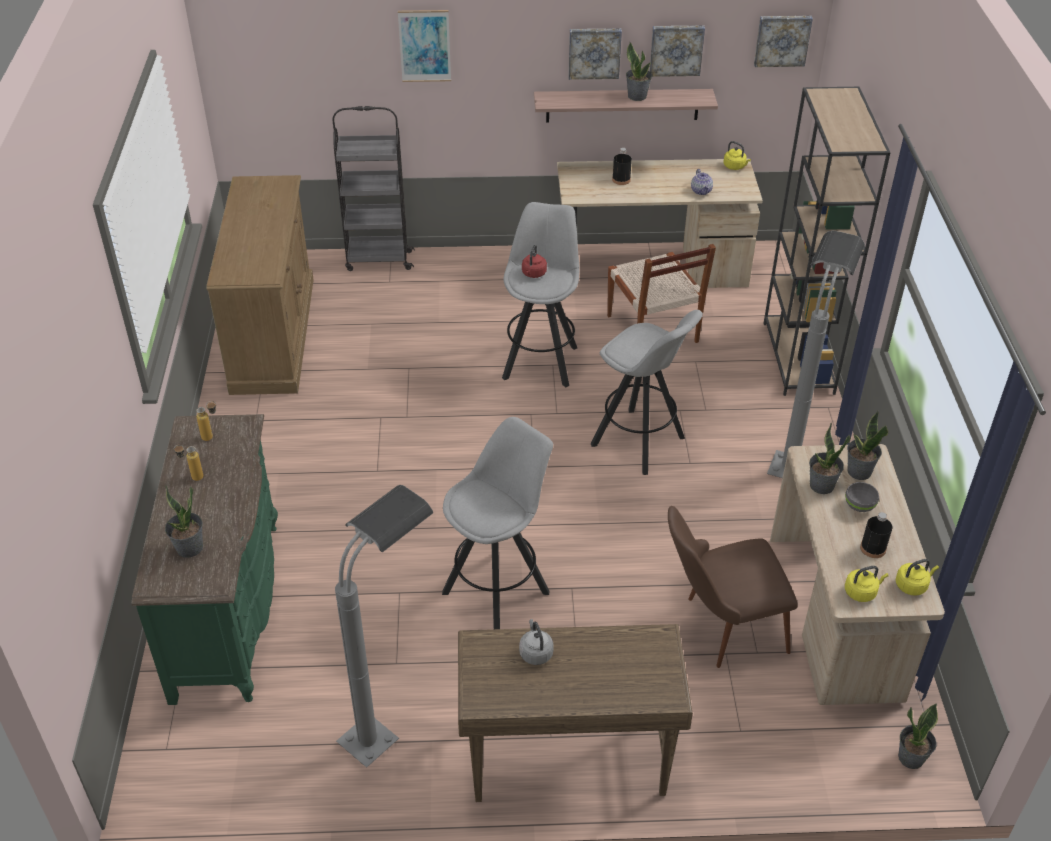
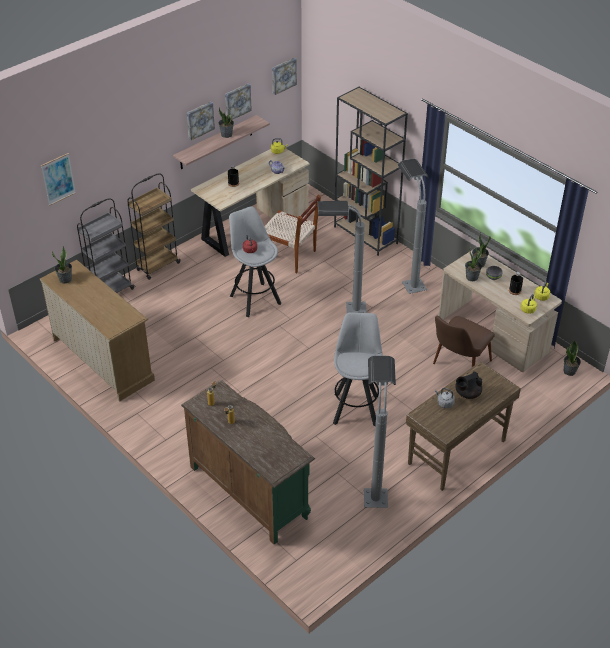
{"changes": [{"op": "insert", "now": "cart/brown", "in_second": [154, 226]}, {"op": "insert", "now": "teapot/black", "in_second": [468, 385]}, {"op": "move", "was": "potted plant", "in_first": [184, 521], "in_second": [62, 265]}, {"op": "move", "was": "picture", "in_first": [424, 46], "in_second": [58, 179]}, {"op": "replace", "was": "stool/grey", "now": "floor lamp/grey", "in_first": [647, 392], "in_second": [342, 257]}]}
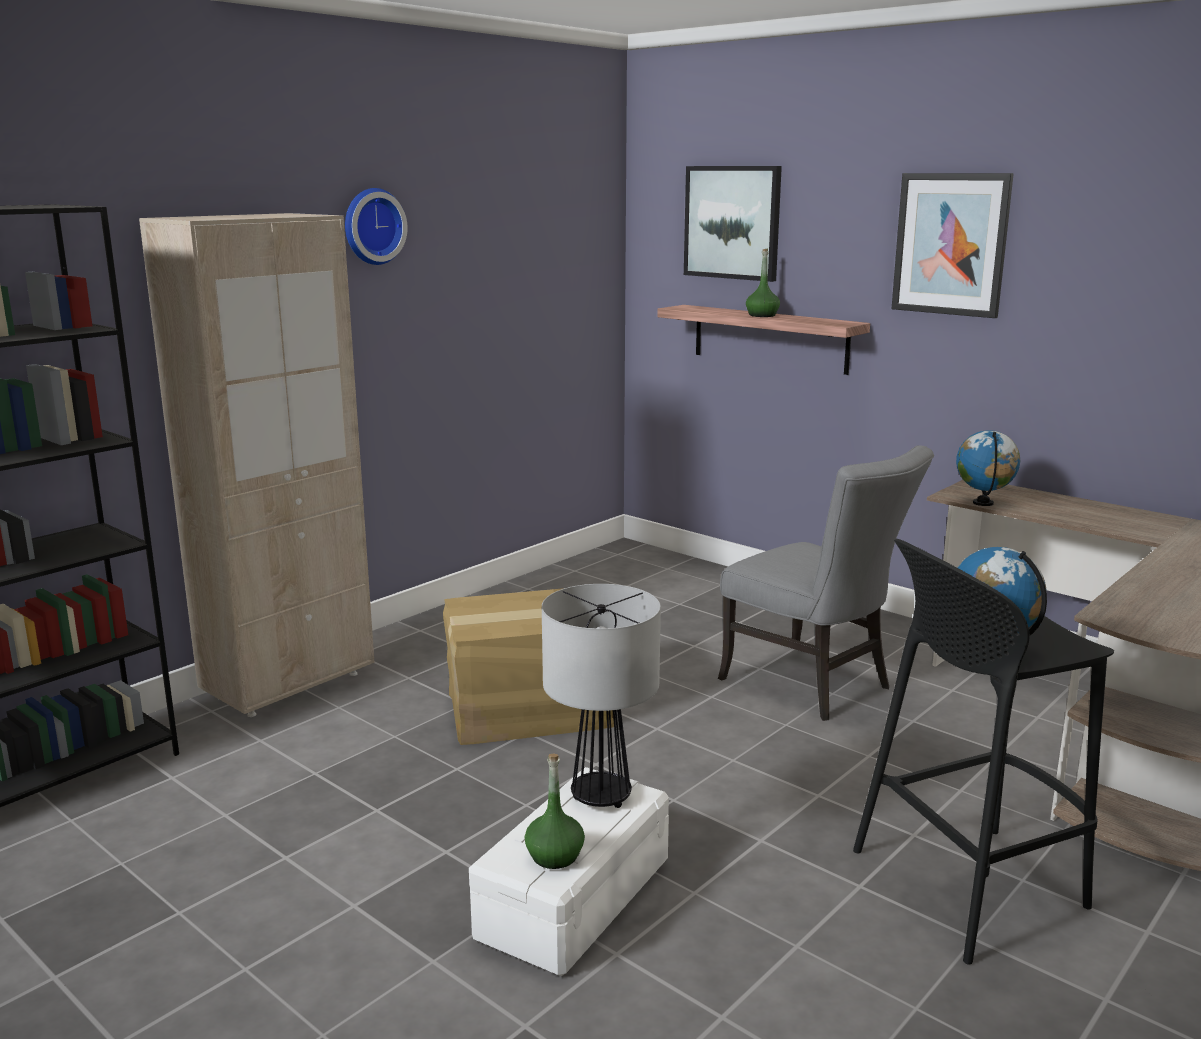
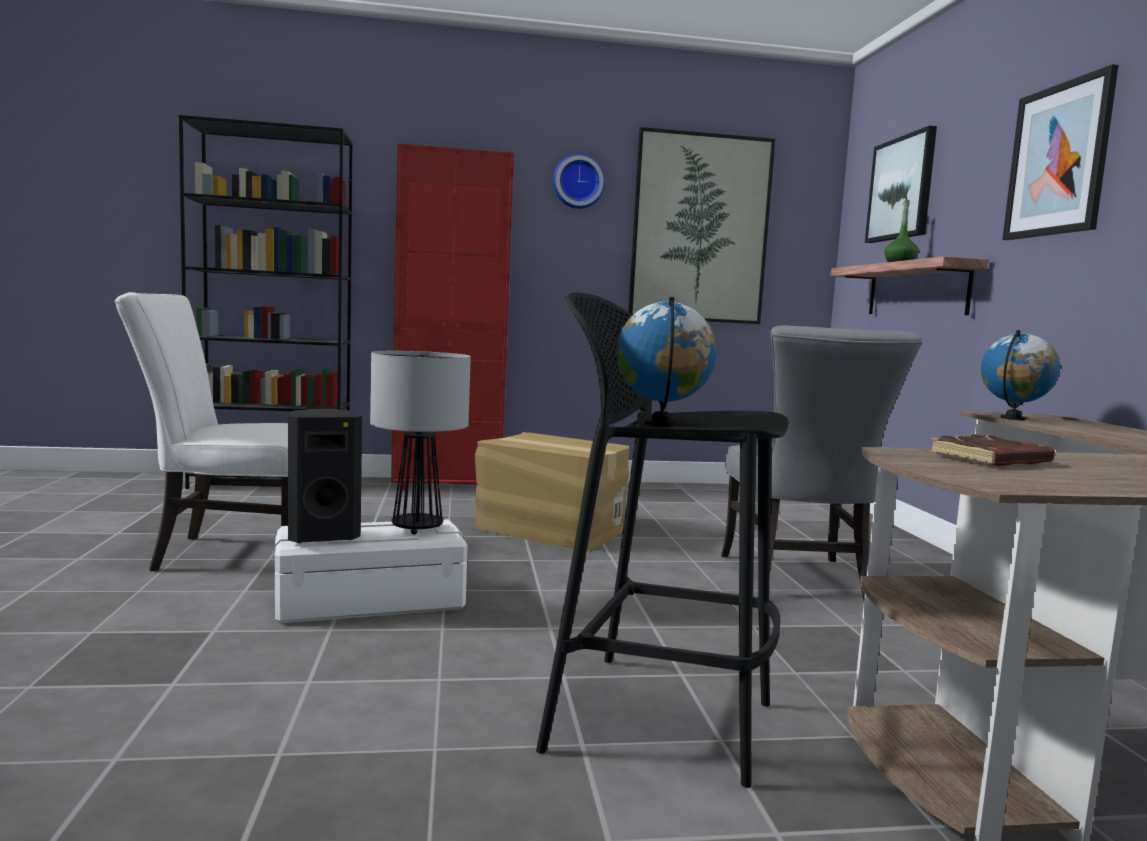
{"changes": [{"op": "insert", "now": "chair/white", "in_second": [201, 431]}, {"op": "insert", "now": "picture", "in_second": [701, 225]}, {"op": "insert", "now": "book/brown", "in_second": [992, 450]}, {"op": "replace", "was": "bottle/green", "now": "speaker/black", "in_first": [555, 811], "in_second": [325, 476]}, {"op": "recolor", "was": "cabinet/beige", "now": "cabinet/red", "in_first": [257, 465], "in_second": [452, 317]}]}
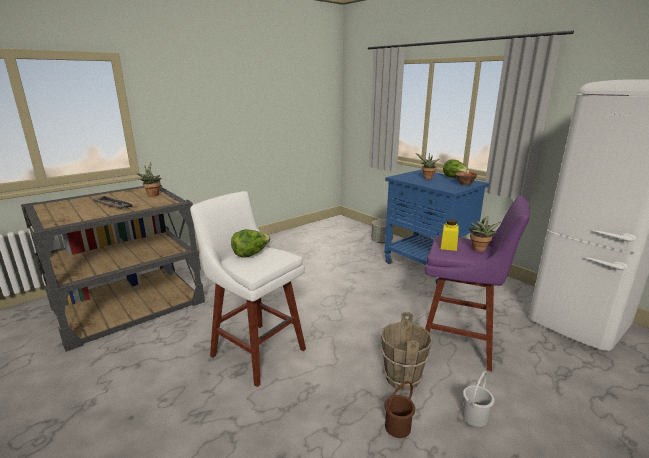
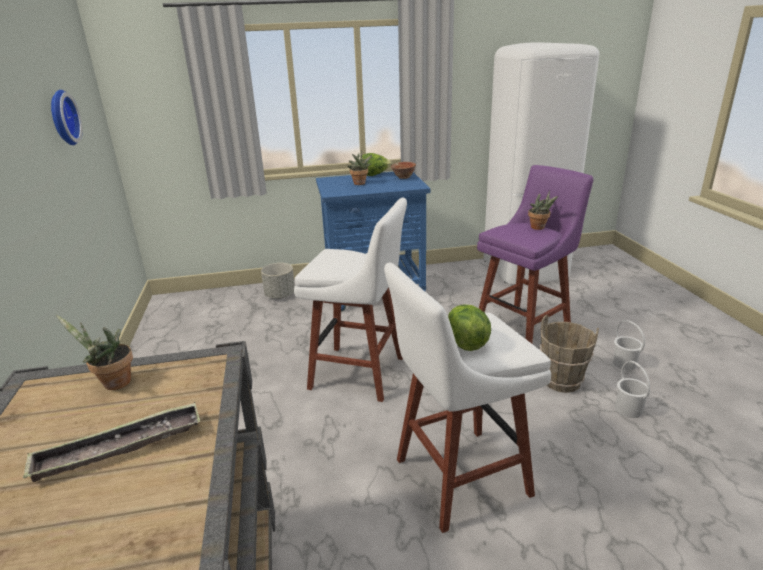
{"changes": [{"op": "delete", "was": "jar/yellow", "in_first": [450, 235]}, {"op": "insert", "now": "wall clock", "in_second": [66, 117]}, {"op": "insert", "now": "stool/white", "in_second": [350, 300]}, {"op": "recolor", "was": "bucket/brown", "now": "bucket/white", "in_first": [399, 409], "in_second": [632, 389]}]}
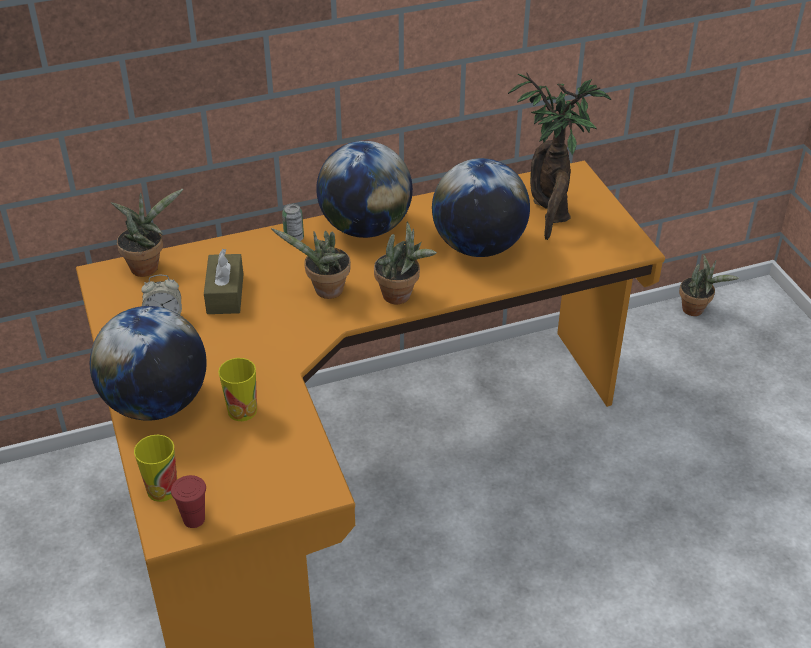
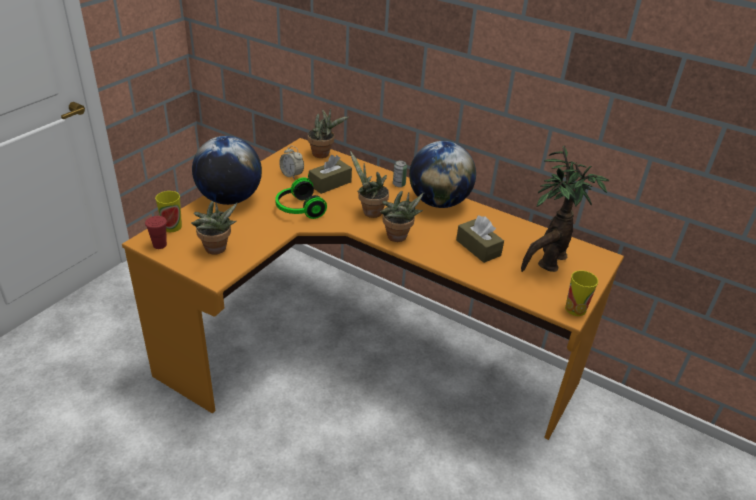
{"changes": [{"op": "insert", "now": "headphones", "in_second": [301, 196]}, {"op": "move", "was": "cup", "in_first": [237, 389], "in_second": [581, 293]}, {"op": "move", "was": "potted plant", "in_first": [709, 285], "in_second": [214, 228]}, {"op": "replace", "was": "globe", "now": "tissue box/brown", "in_first": [481, 207], "in_second": [480, 239]}]}
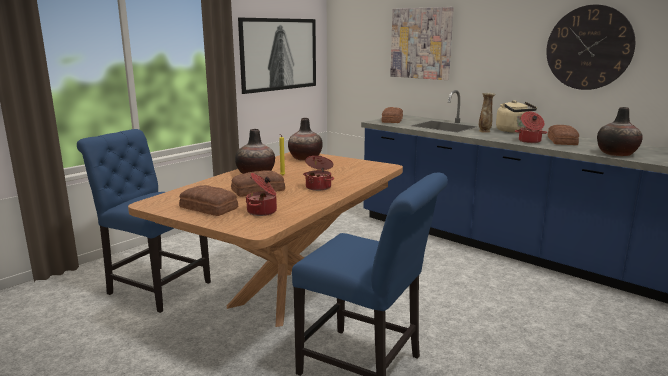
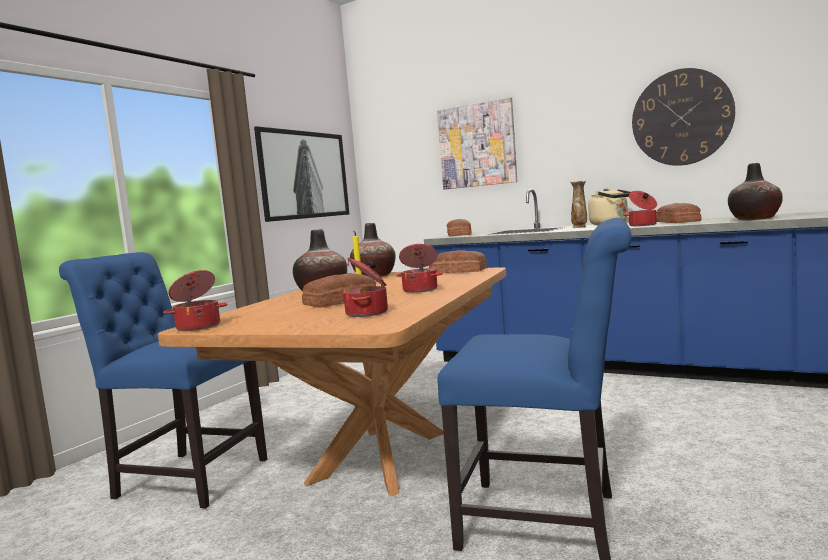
{"changes": [{"op": "insert", "now": "cooking pot", "in_second": [195, 300]}, {"op": "move", "was": "bread", "in_first": [208, 200], "in_second": [458, 261]}]}
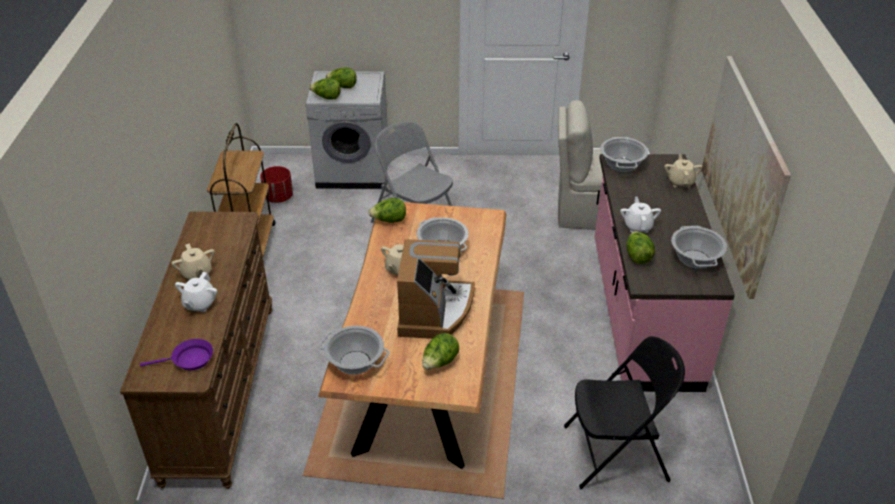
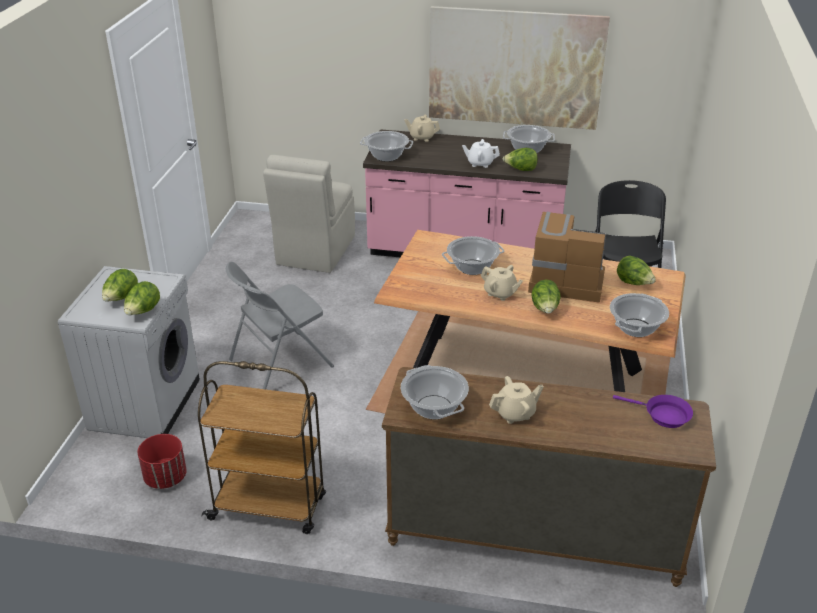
{"changes": [{"op": "delete", "was": "teapot/white", "in_first": [196, 292]}, {"op": "insert", "now": "cooking pot", "in_second": [435, 392]}, {"op": "move", "was": "lettuce", "in_first": [387, 210], "in_second": [546, 296]}, {"op": "rotate", "was": "frying pan/purple", "in_first": [176, 354], "in_second": [653, 411], "clockwise": 120}]}
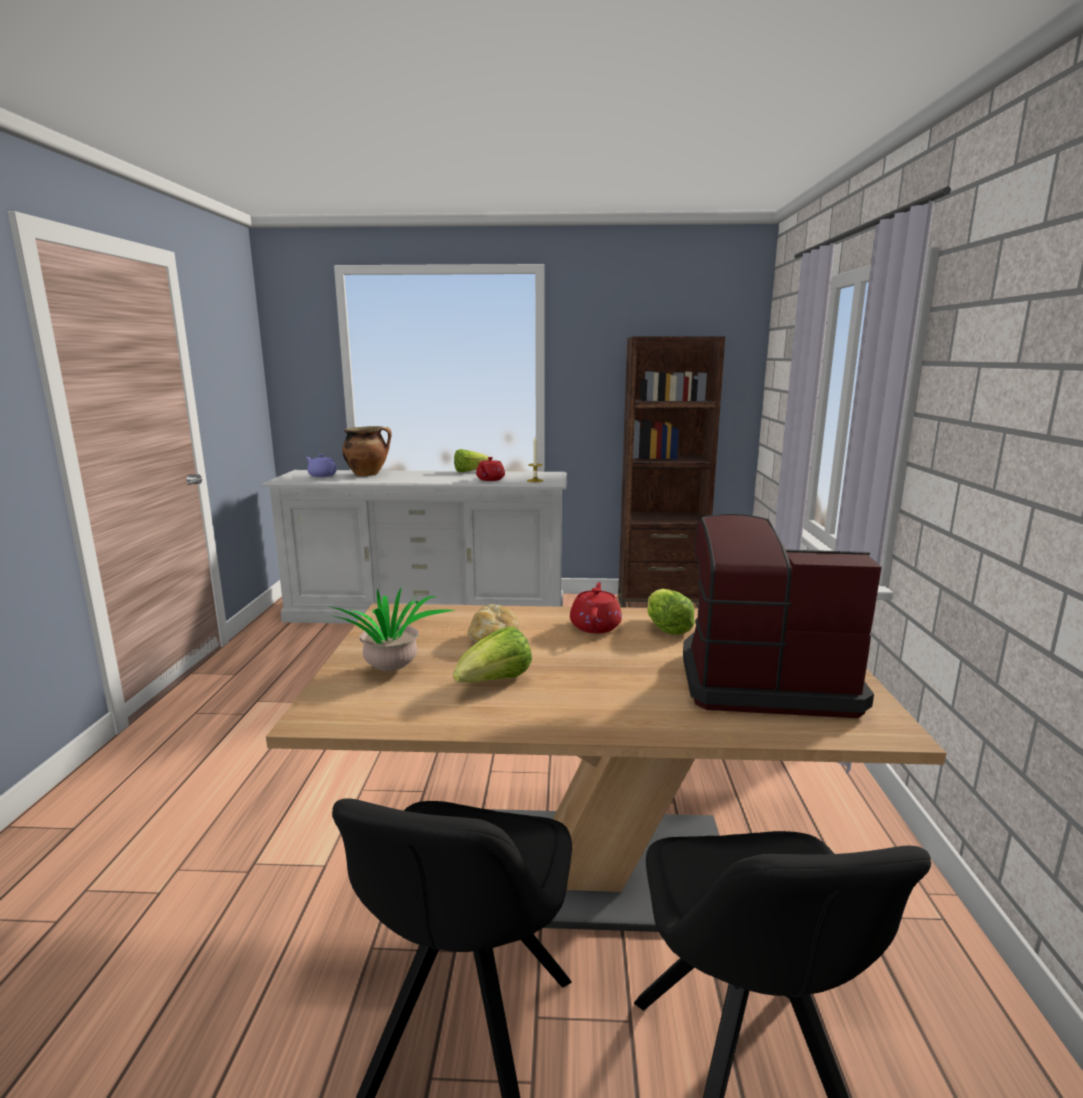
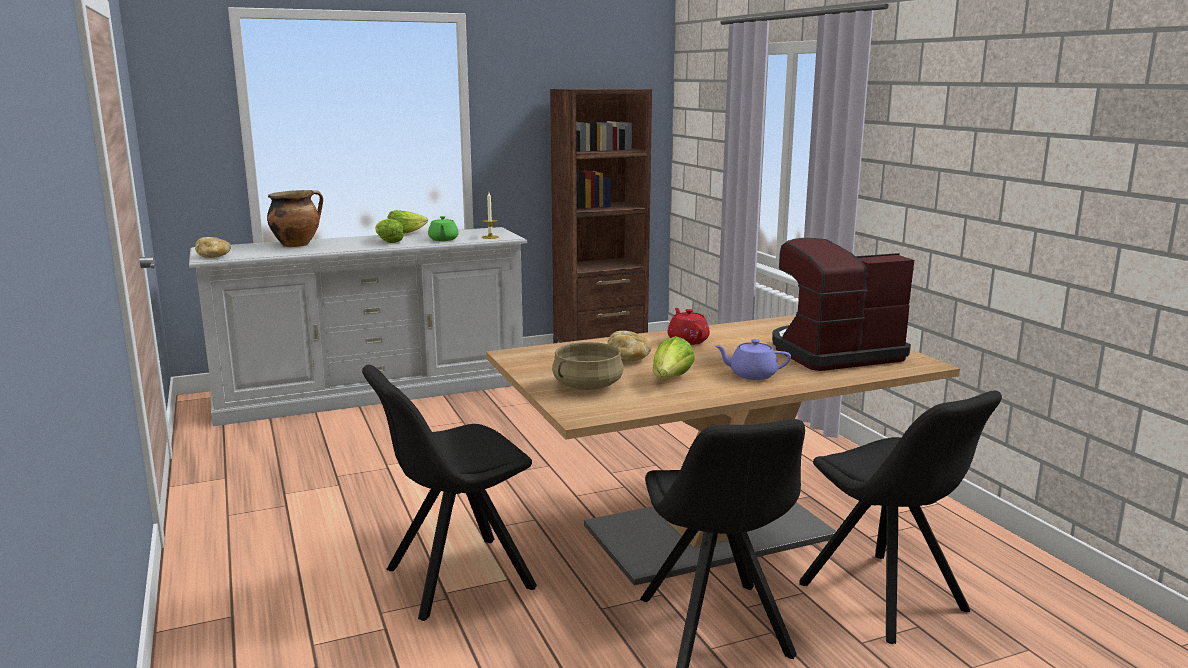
{"changes": [{"op": "insert", "now": "bread", "in_second": [213, 247]}, {"op": "insert", "now": "chair/black", "in_second": [449, 492]}, {"op": "move", "was": "teapot/purple", "in_first": [321, 465], "in_second": [752, 359]}, {"op": "move", "was": "lettuce", "in_first": [671, 612], "in_second": [389, 231]}, {"op": "replace", "was": "potted plant", "now": "cooking pot/beige", "in_first": [392, 629], "in_second": [588, 366]}, {"op": "recolor", "was": "teapot/red", "now": "teapot/green", "in_first": [490, 469], "in_second": [443, 228]}]}
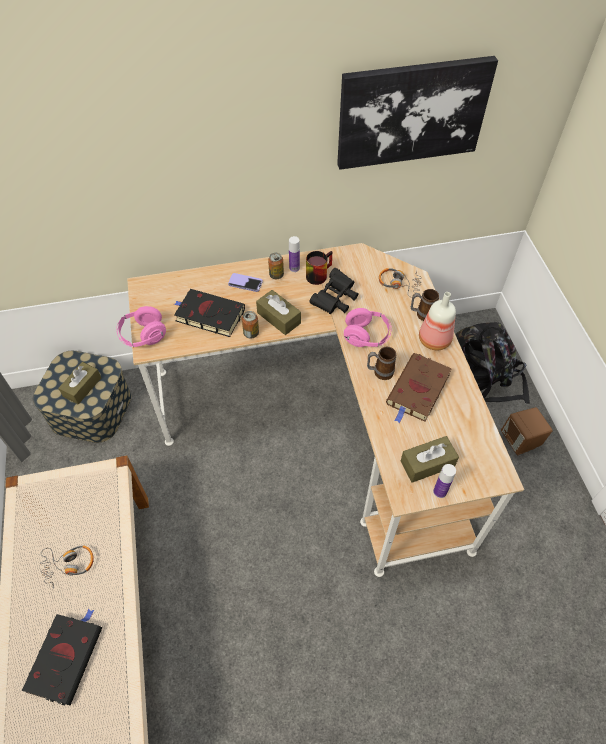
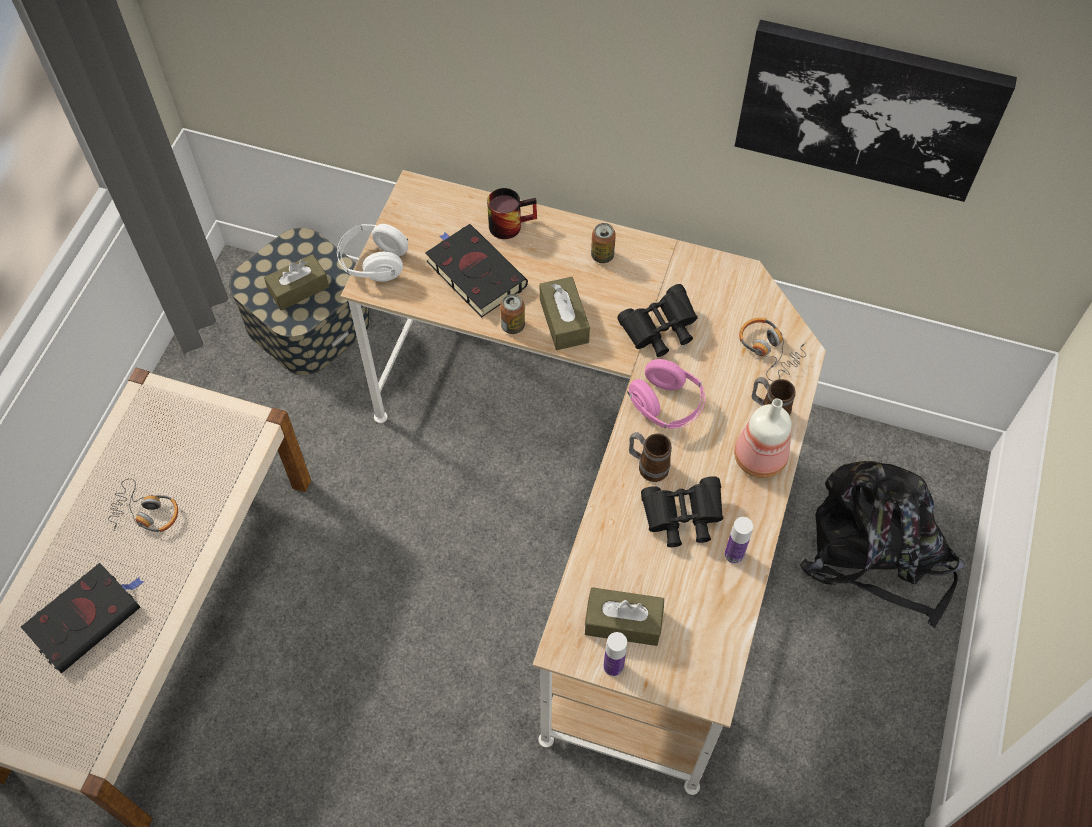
{"changes": [{"op": "delete", "was": "phone", "in_first": [245, 282]}, {"op": "delete", "was": "speaker/brown", "in_first": [527, 431]}, {"op": "move", "was": "bottle", "in_first": [294, 254], "in_second": [739, 540]}, {"op": "move", "was": "mug", "in_first": [319, 268], "in_second": [512, 213]}, {"op": "replace", "was": "book/brown", "now": "binoculars/black", "in_first": [419, 388], "in_second": [682, 511]}, {"op": "recolor", "was": "headphones/pink", "now": "headphones/white", "in_first": [141, 326], "in_second": [372, 252]}]}
